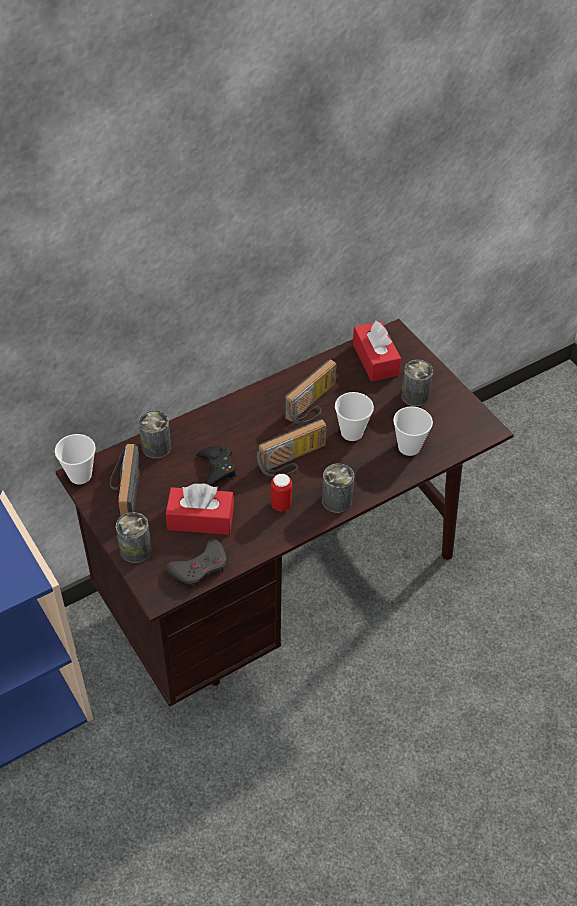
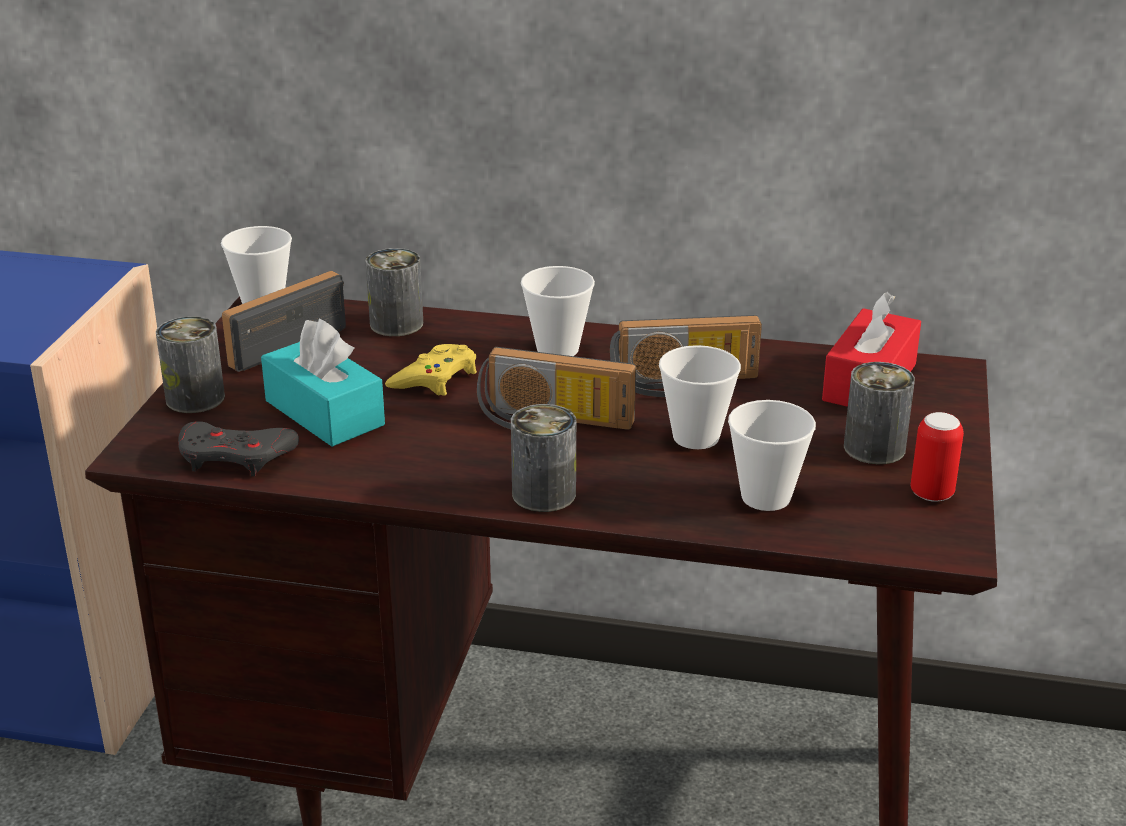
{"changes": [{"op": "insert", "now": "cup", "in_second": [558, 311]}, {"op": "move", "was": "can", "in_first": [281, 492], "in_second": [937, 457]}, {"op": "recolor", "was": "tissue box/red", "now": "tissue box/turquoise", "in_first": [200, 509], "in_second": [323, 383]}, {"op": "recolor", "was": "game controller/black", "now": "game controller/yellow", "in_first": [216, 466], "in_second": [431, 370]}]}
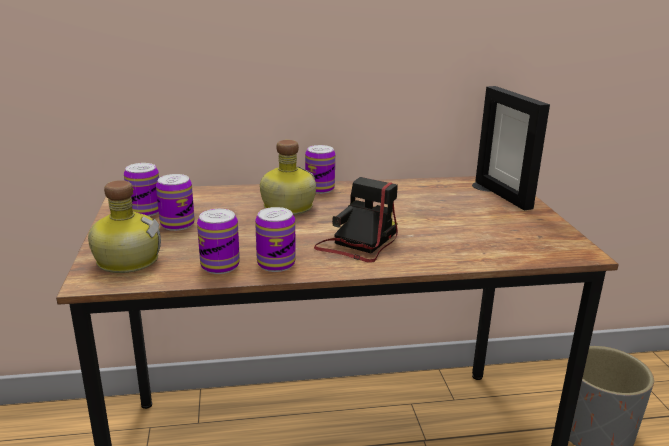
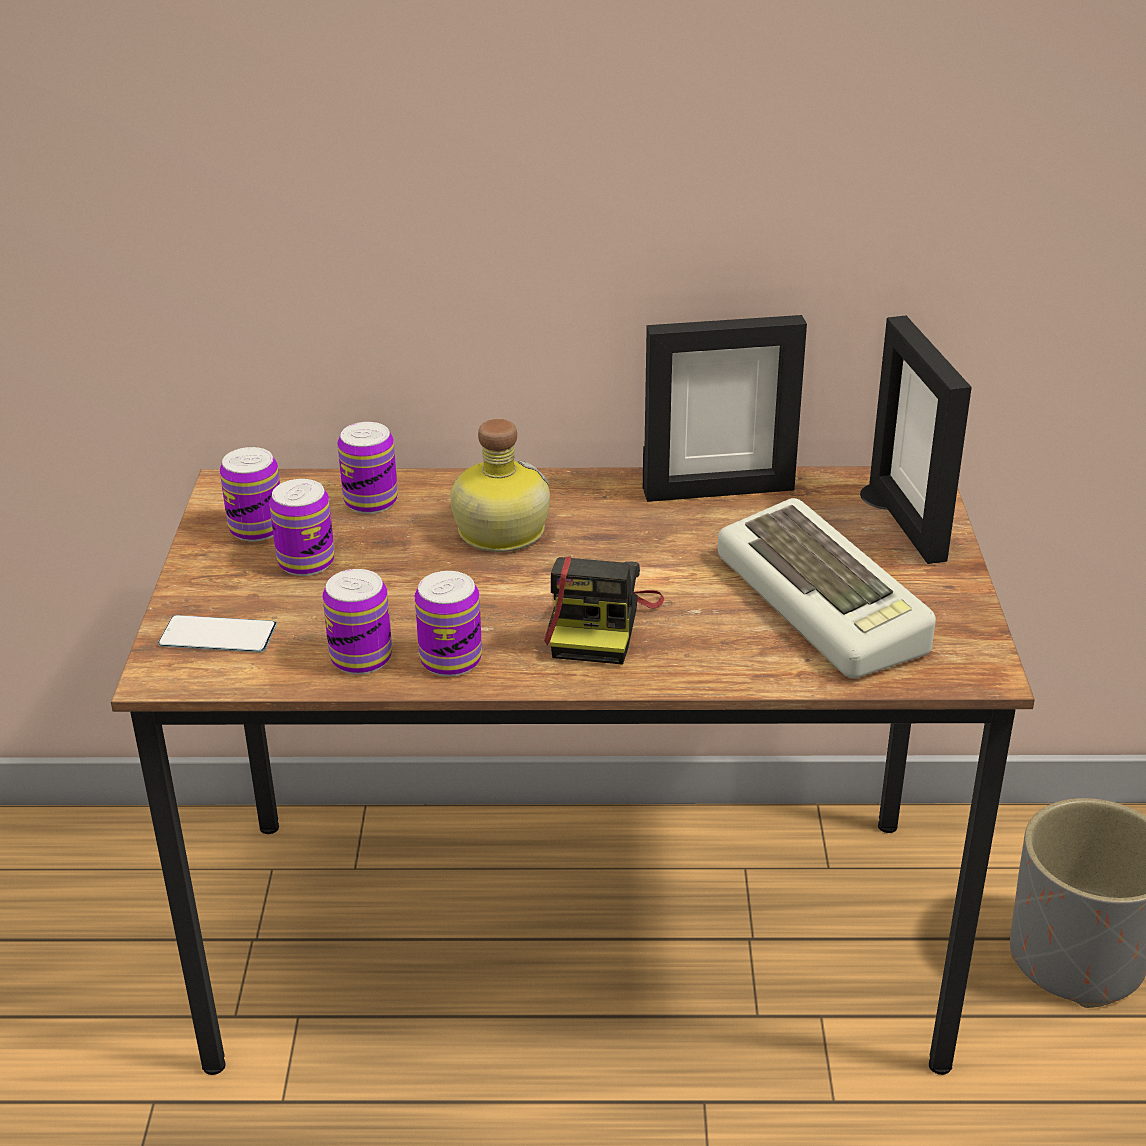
{"changes": [{"op": "insert", "now": "picture frame", "in_second": [725, 408]}, {"op": "insert", "now": "keyboard", "in_second": [827, 588]}, {"op": "move", "was": "can", "in_first": [320, 169], "in_second": [367, 468]}, {"op": "replace", "was": "bottle", "now": "phone", "in_first": [124, 226], "in_second": [217, 634]}, {"op": "rotate", "was": "photo camera", "in_first": [356, 220], "in_second": [604, 610], "clockwise": 150}]}
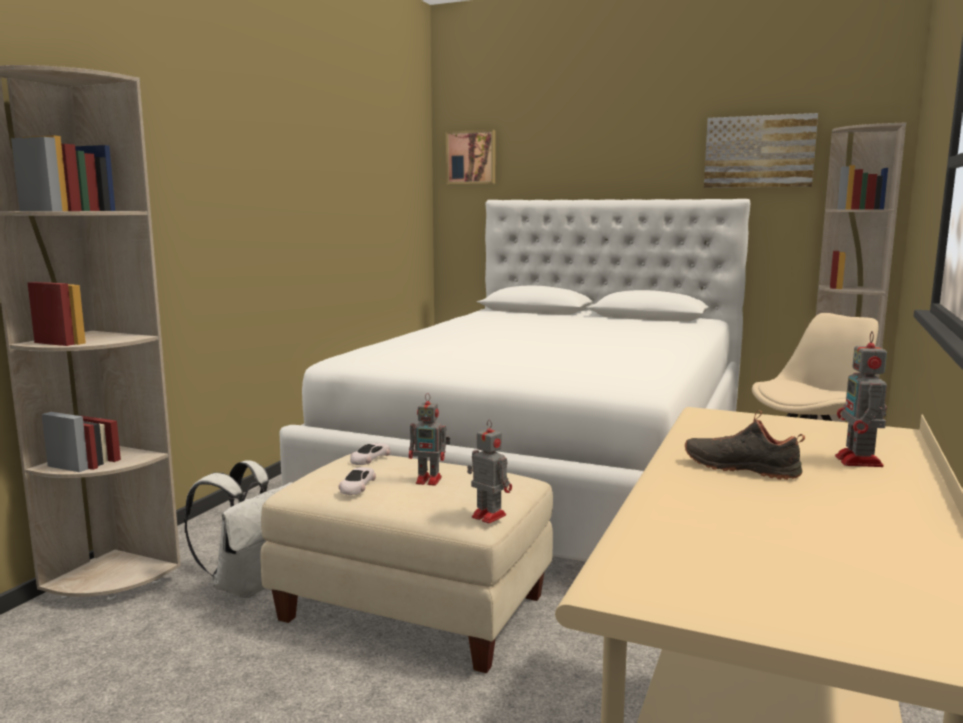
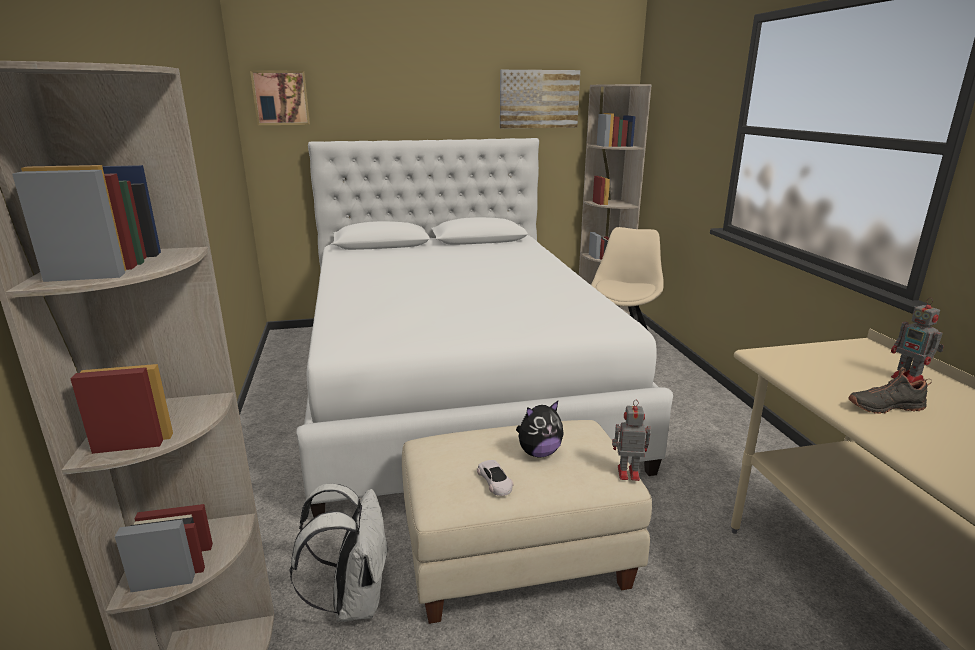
{"changes": [{"op": "delete", "was": "toy car/white", "in_first": [370, 454]}, {"op": "replace", "was": "toy robot", "now": "plush toy", "in_first": [429, 439], "in_second": [540, 429]}]}
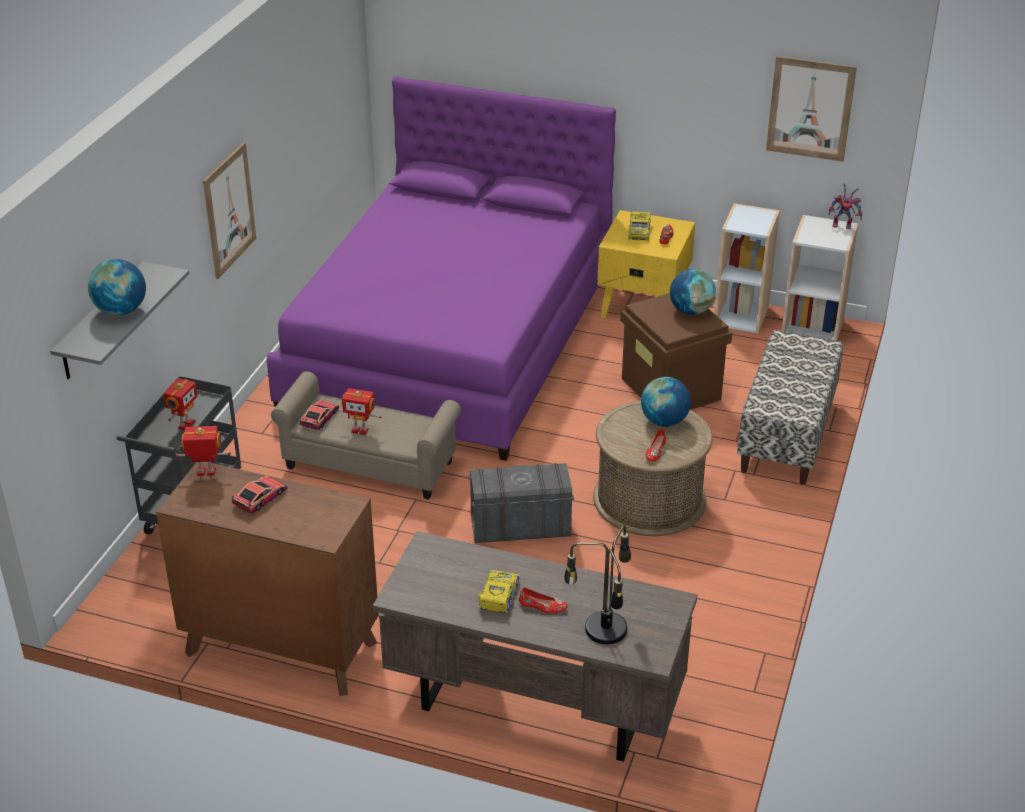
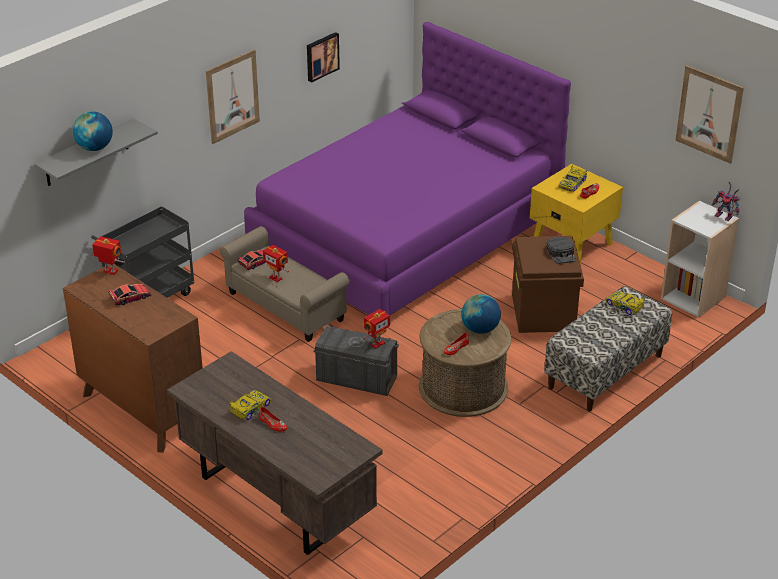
{"changes": [{"op": "delete", "was": "table lamp", "in_first": [597, 584]}, {"op": "delete", "was": "bookcase", "in_first": [747, 268]}, {"op": "insert", "now": "picture", "in_second": [323, 57]}, {"op": "insert", "now": "toy car", "in_second": [625, 303]}, {"op": "move", "was": "toy robot", "in_first": [180, 404], "in_second": [377, 329]}, {"op": "replace", "was": "globe", "now": "cap/black", "in_first": [693, 292], "in_second": [561, 250]}]}
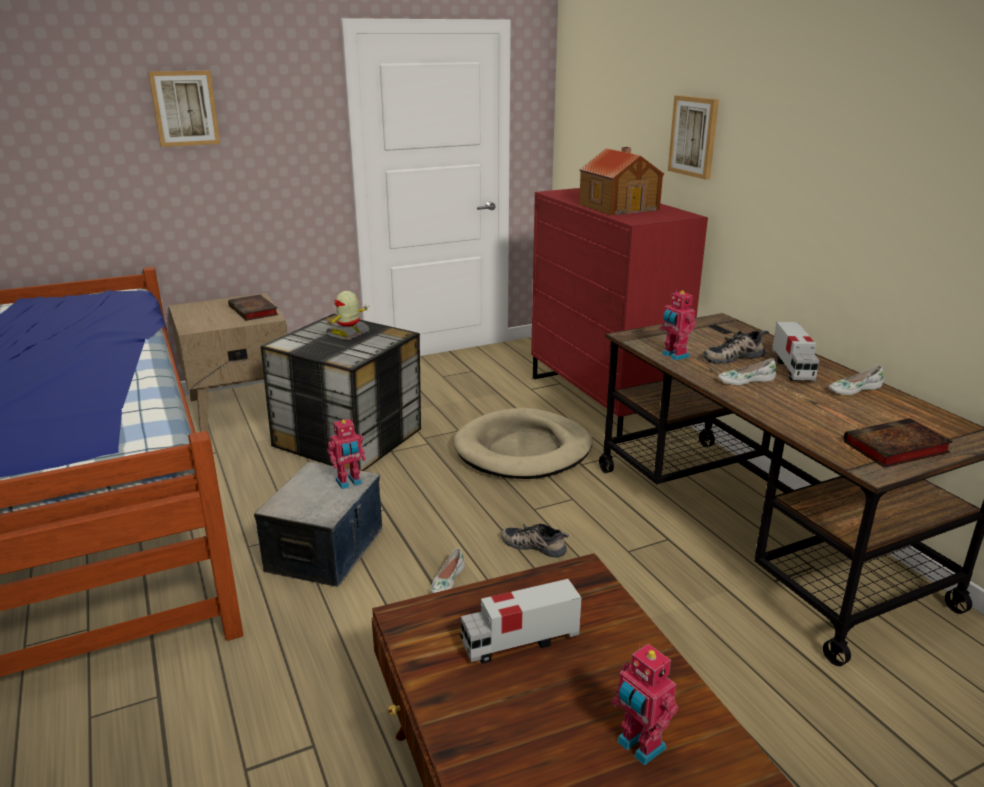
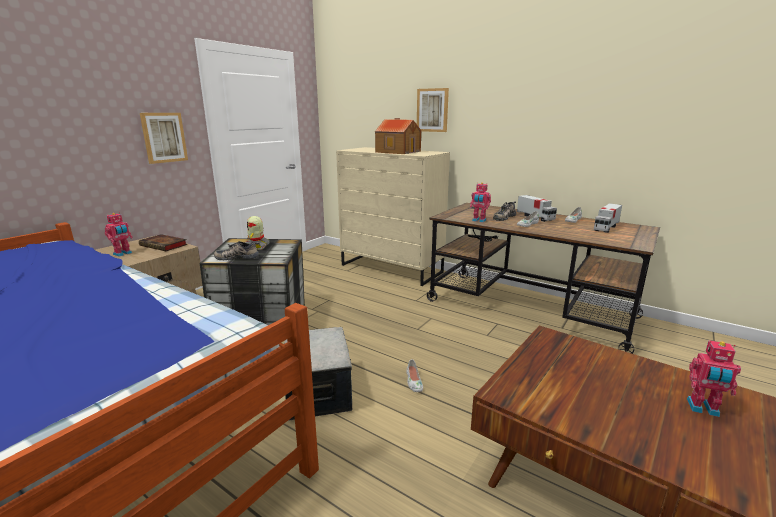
{"changes": [{"op": "delete", "was": "dog bed/beige", "in_first": [523, 443]}, {"op": "delete", "was": "book", "in_first": [898, 443]}, {"op": "move", "was": "picture", "in_first": [184, 108], "in_second": [164, 138]}, {"op": "move", "was": "toy robot", "in_first": [346, 454], "in_second": [119, 234]}, {"op": "move", "was": "toy truck", "in_first": [520, 621], "in_second": [608, 218]}, {"op": "move", "was": "shoe", "in_first": [535, 540], "in_second": [236, 250]}, {"op": "recolor", "was": "dresser/red", "now": "dresser/beige", "in_first": [619, 315], "in_second": [393, 216]}]}
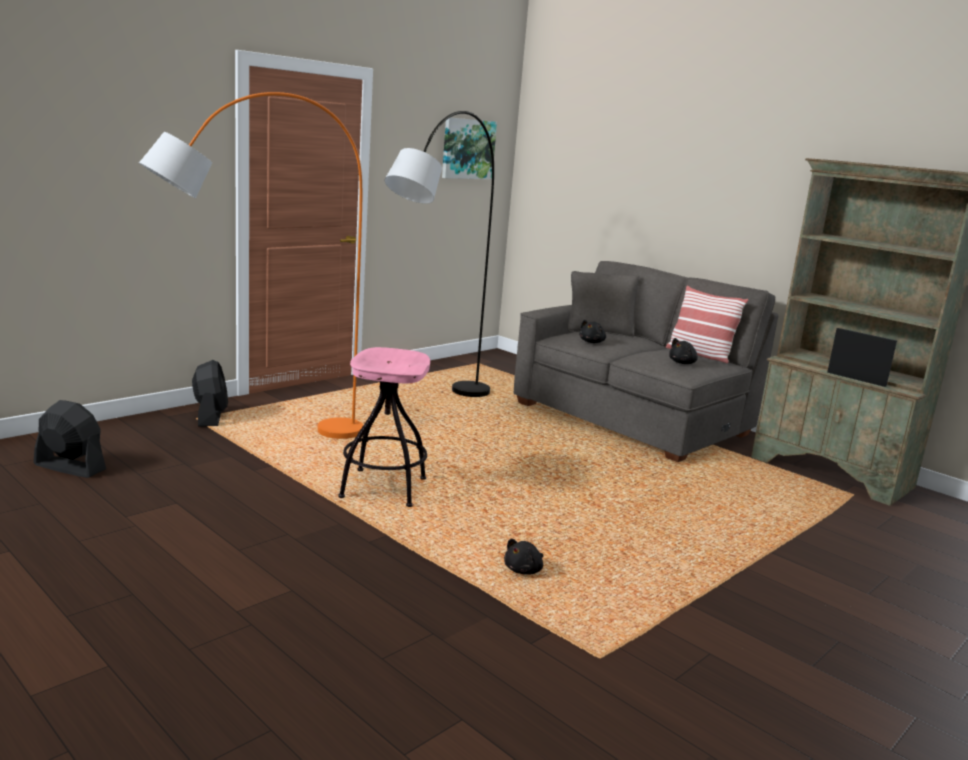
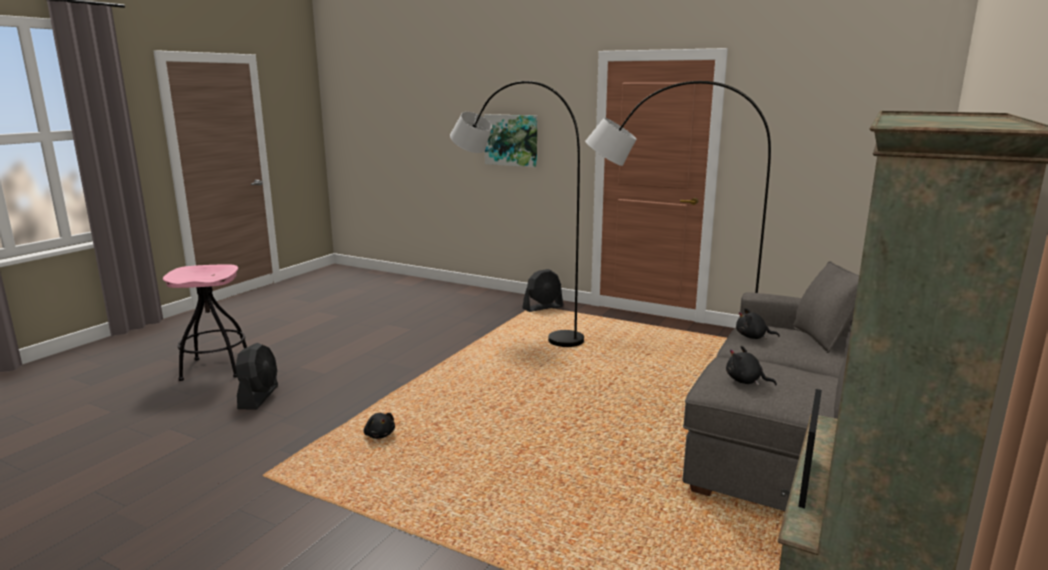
{"changes": [{"op": "delete", "was": "pillow", "in_first": [707, 324]}, {"op": "move", "was": "fan/black", "in_first": [69, 439], "in_second": [256, 376]}, {"op": "move", "was": "stool/pink", "in_first": [384, 427], "in_second": [205, 322]}, {"op": "move", "was": "picture", "in_first": [469, 148], "in_second": [510, 140]}, {"op": "recolor", "was": "floor lamp/orange", "now": "floor lamp/grey", "in_first": [251, 265], "in_second": [517, 214]}, {"op": "rotate", "was": "plush toy/black", "in_first": [523, 557], "in_second": [379, 426], "clockwise": -150}]}
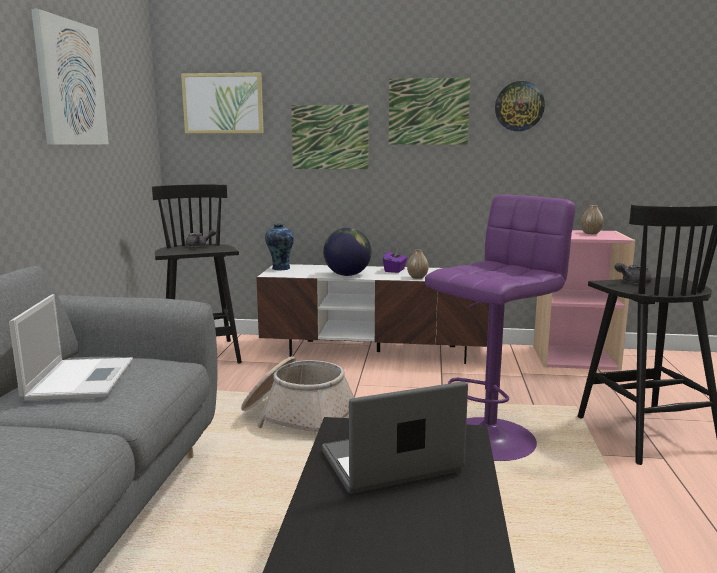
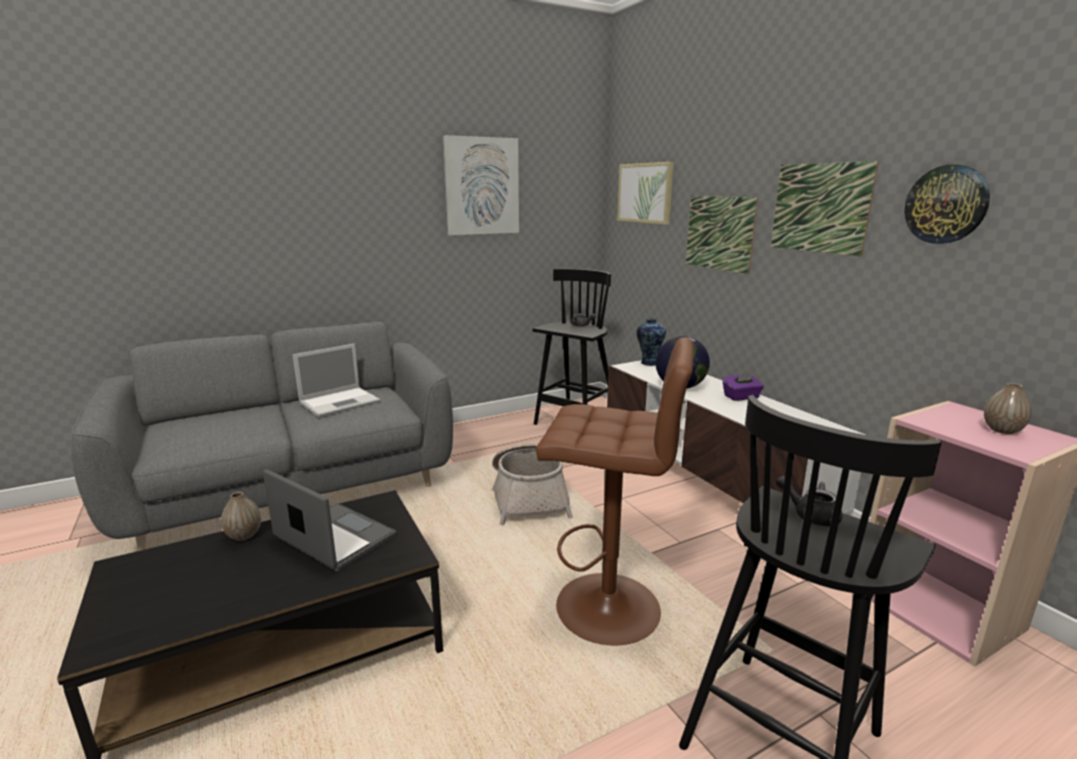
{"changes": [{"op": "move", "was": "vase", "in_first": [418, 264], "in_second": [241, 516]}, {"op": "recolor", "was": "stool/purple", "now": "stool/brown", "in_first": [500, 327], "in_second": [615, 491]}]}
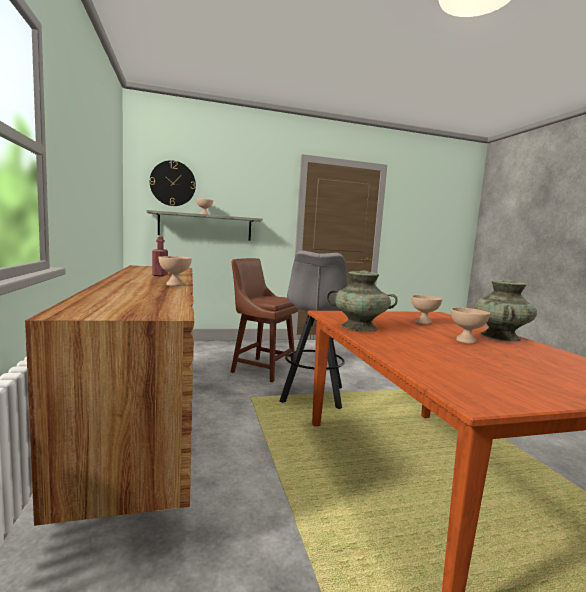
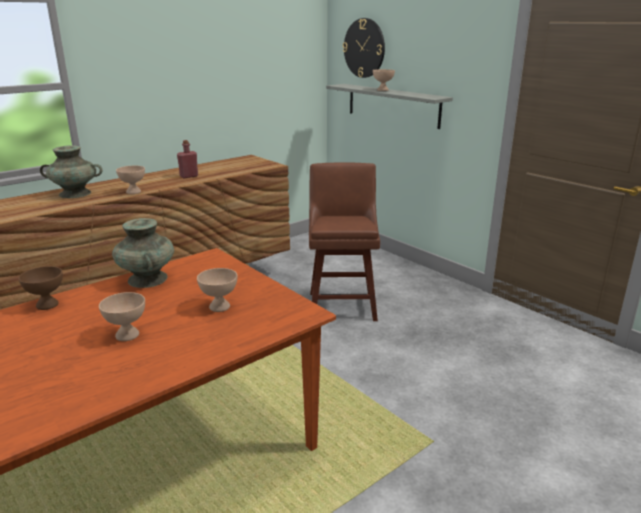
{"changes": [{"op": "delete", "was": "stool/grey", "in_first": [314, 330]}, {"op": "insert", "now": "bowl/brown", "in_second": [40, 288]}, {"op": "move", "was": "vase/turquoise", "in_first": [506, 310], "in_second": [71, 171]}]}
